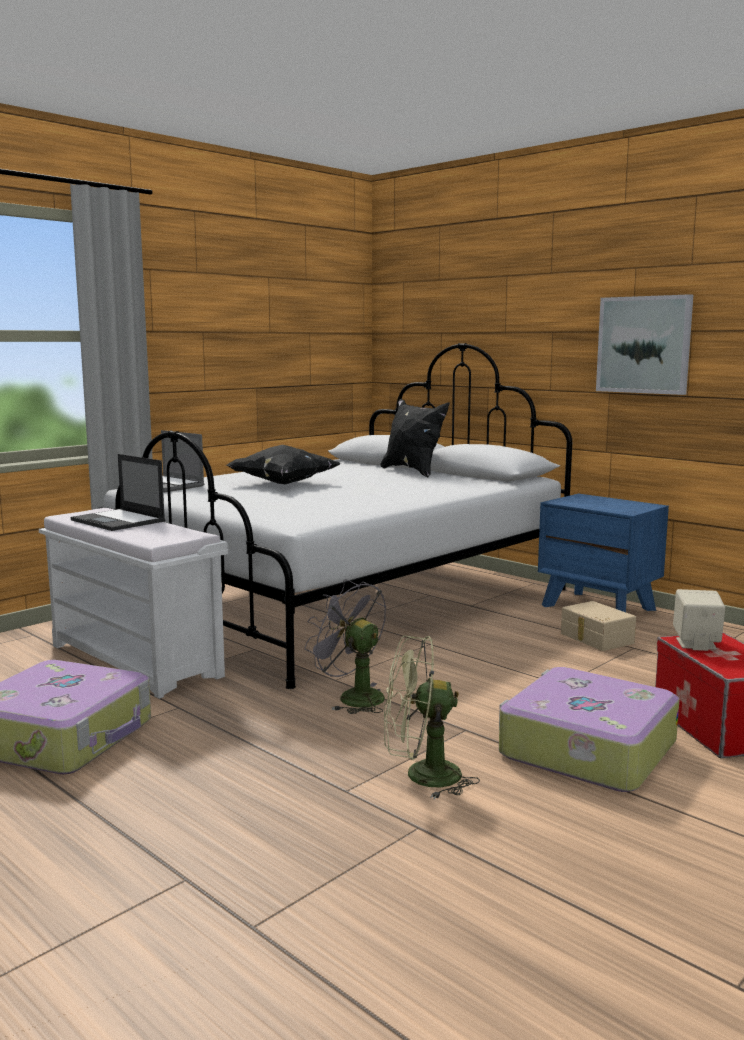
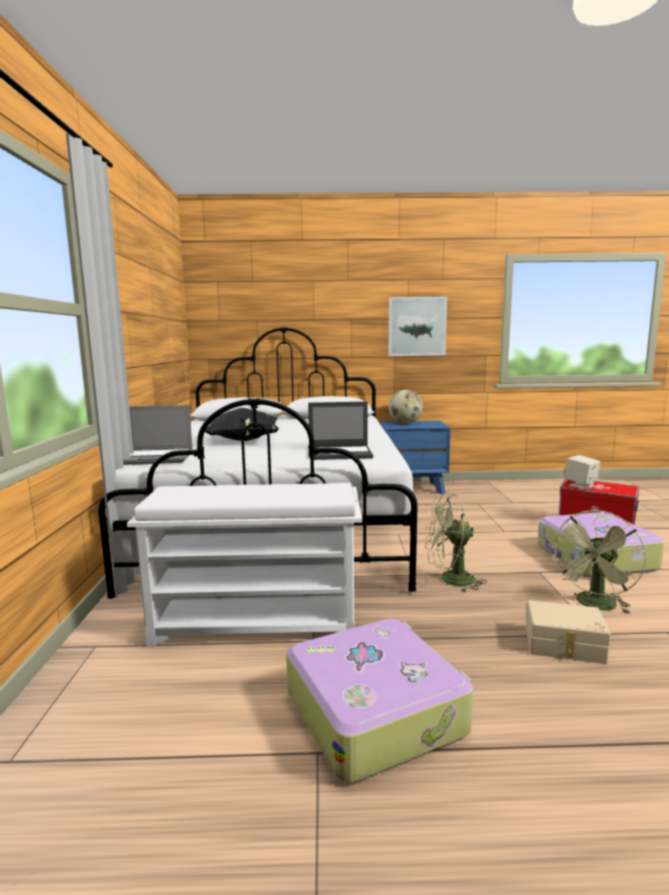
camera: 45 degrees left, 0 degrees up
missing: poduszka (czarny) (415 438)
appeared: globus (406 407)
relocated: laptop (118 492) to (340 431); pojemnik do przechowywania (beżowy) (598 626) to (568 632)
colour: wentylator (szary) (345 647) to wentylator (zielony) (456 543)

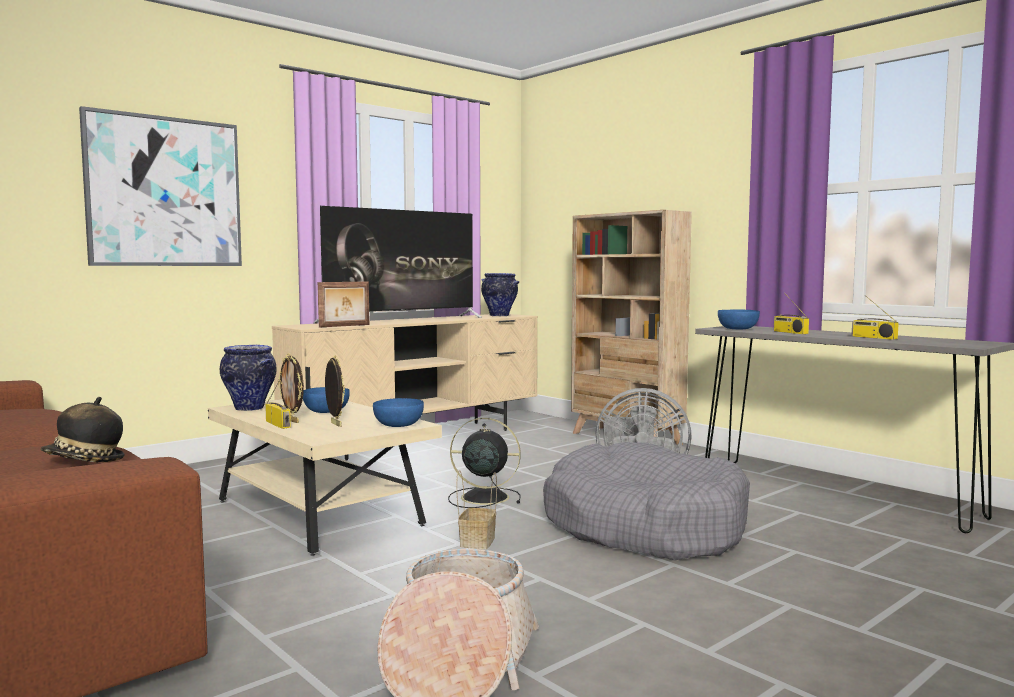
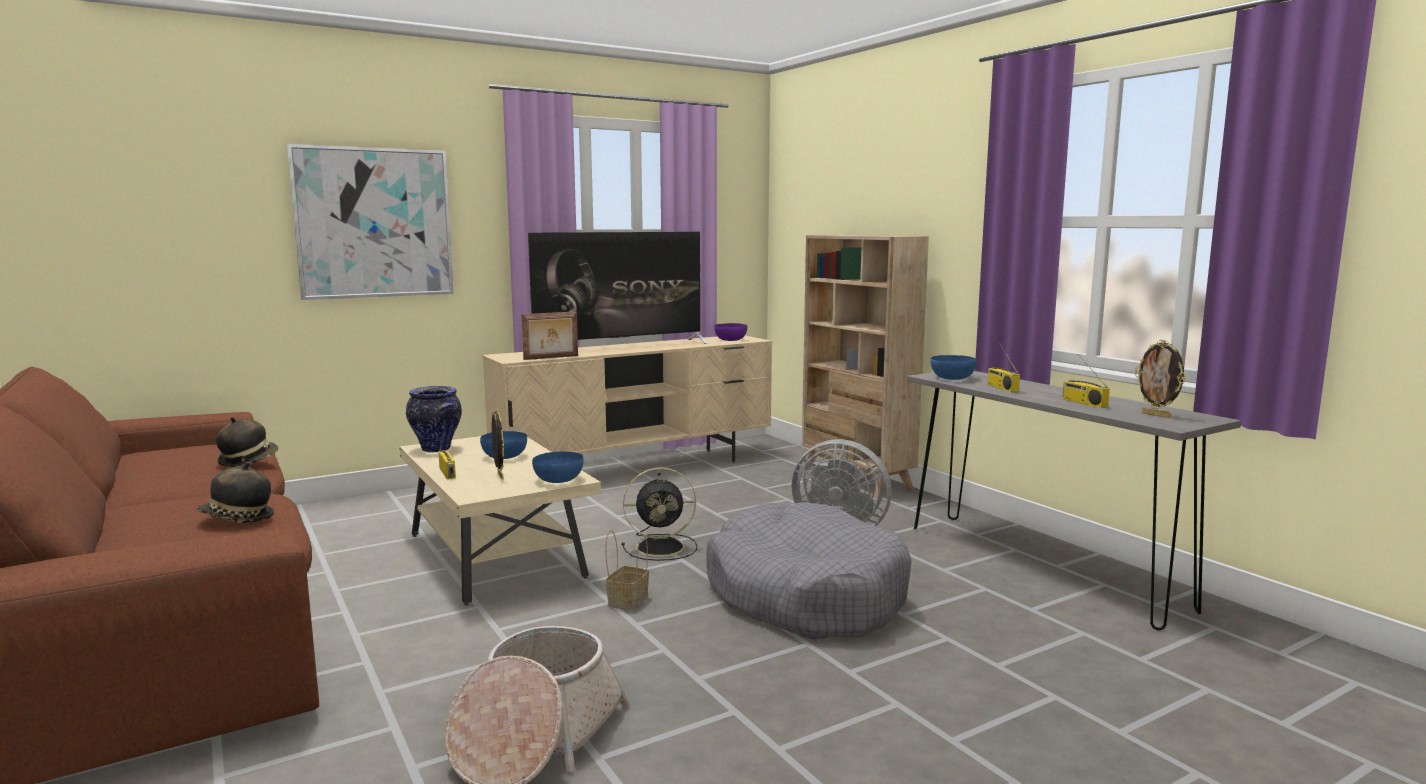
camera: 10 degrees right, 5 degrees up
appeared: kapelusz (247 442)
relocated: ramka na zdjęcie (291 388) to (1160 379)
exchanged: wazon (500 294) to miska (fioletowy) (731 332)
spun: wentylator (czarny) (484 462) = (659 514) 150 degrees clockwise

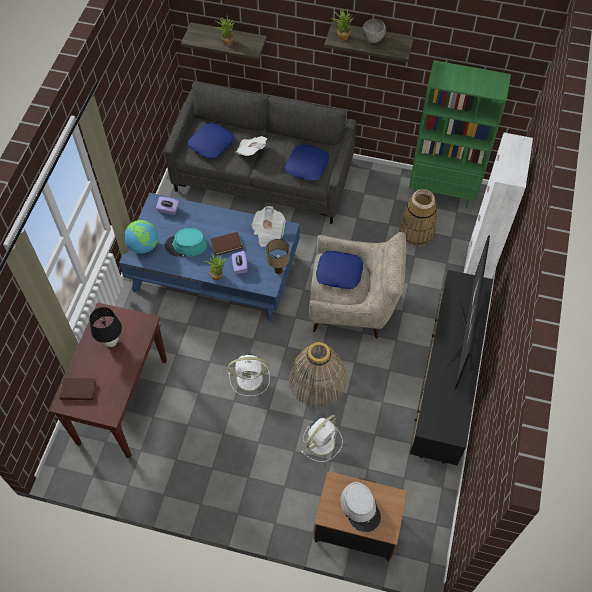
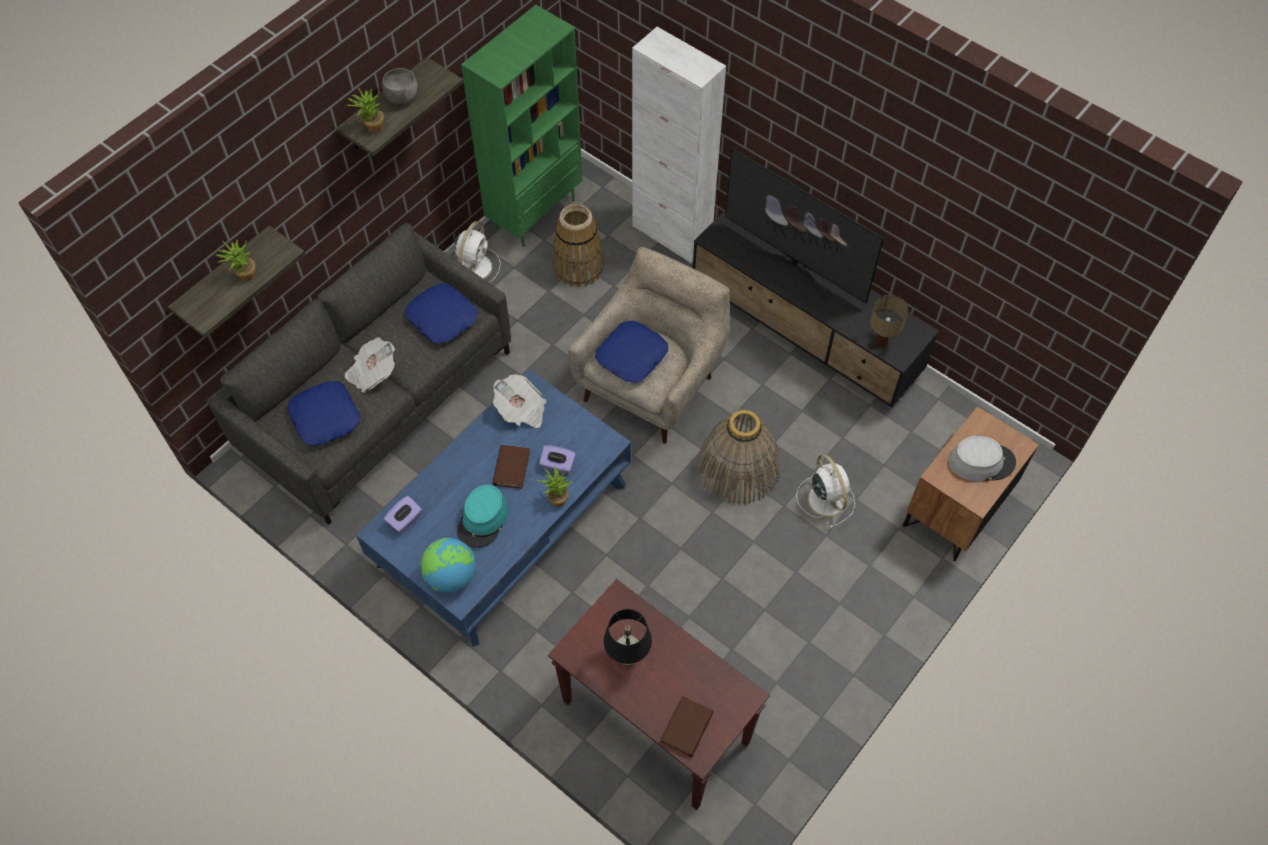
camera: 65 degrees left, 0 degrees up
relocated: lampa stołowa (278 256) to (889 321); wentylator (biały) (249 375) to (477 252)

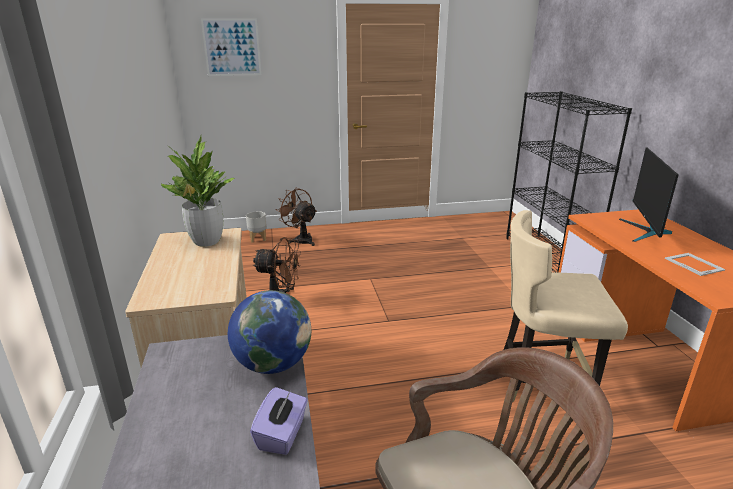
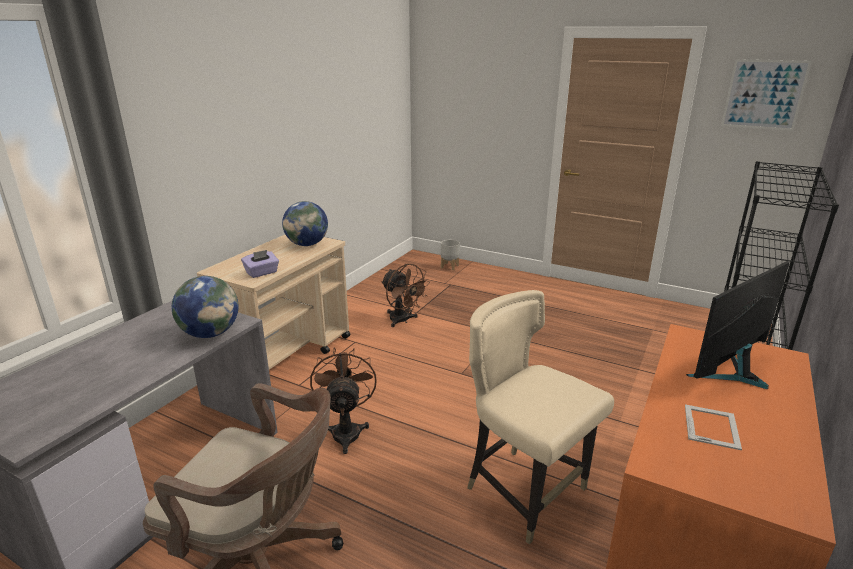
camera: 40 degrees right, 0 degrees up
relocated: obraz (231 47) to (766 95); wentylator (brązowy) (296 217) to (343 401); pudełko chusteczek (fioletowy) (279 421) to (260 264)
exchanged: roślina doniczkowa (198 191) to globus (305 223)

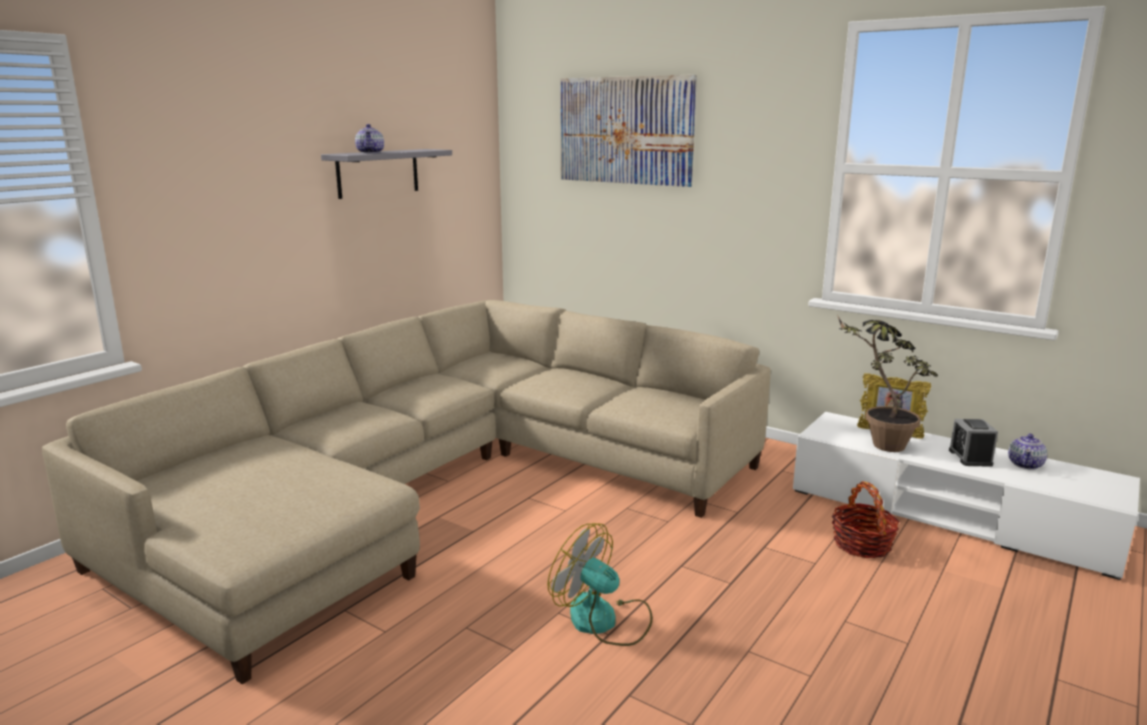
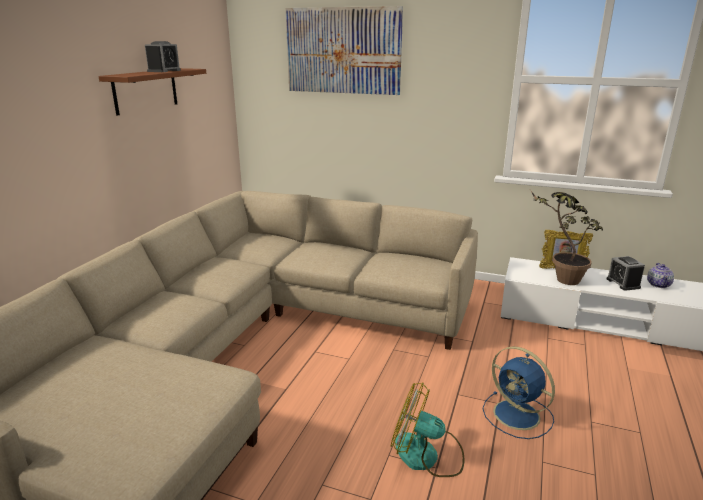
camera: 15 degrees left, 5 degrees up
missing: imbryk (369 138); koszyk (865 519)
appeared: budzik (163 56); wentylator (niebieski) (519 392)
colour: półka (szary) (386 174) to półka (brązowy) (152 92)

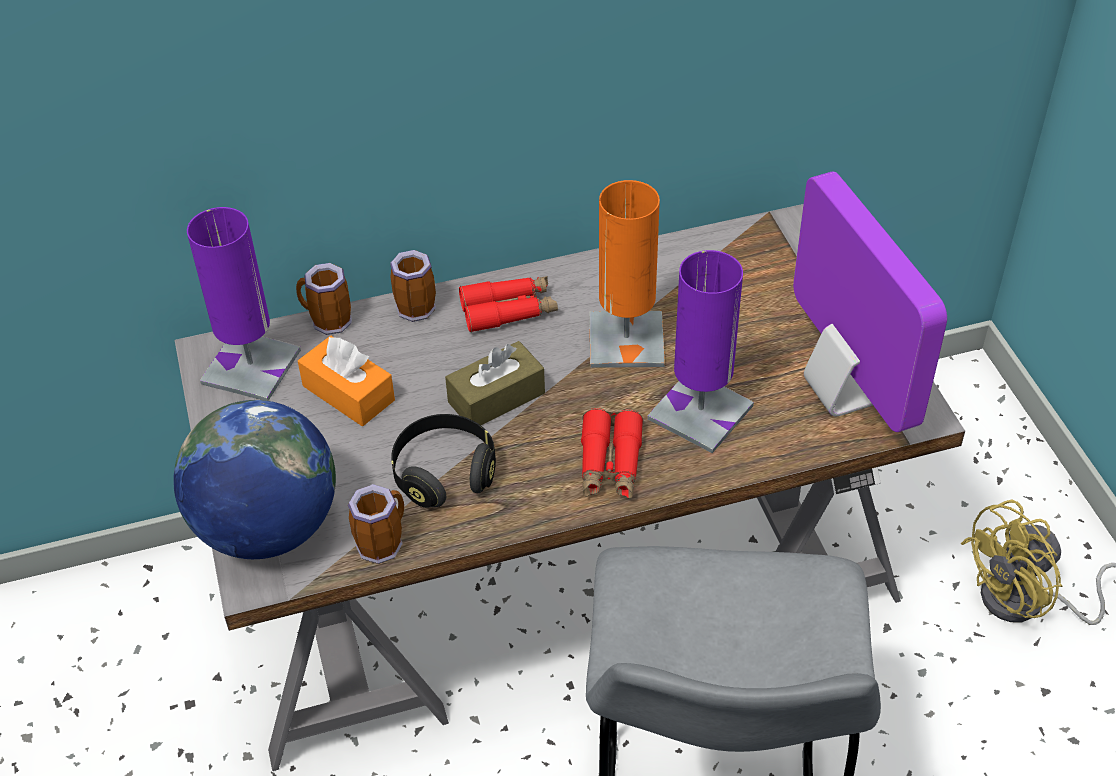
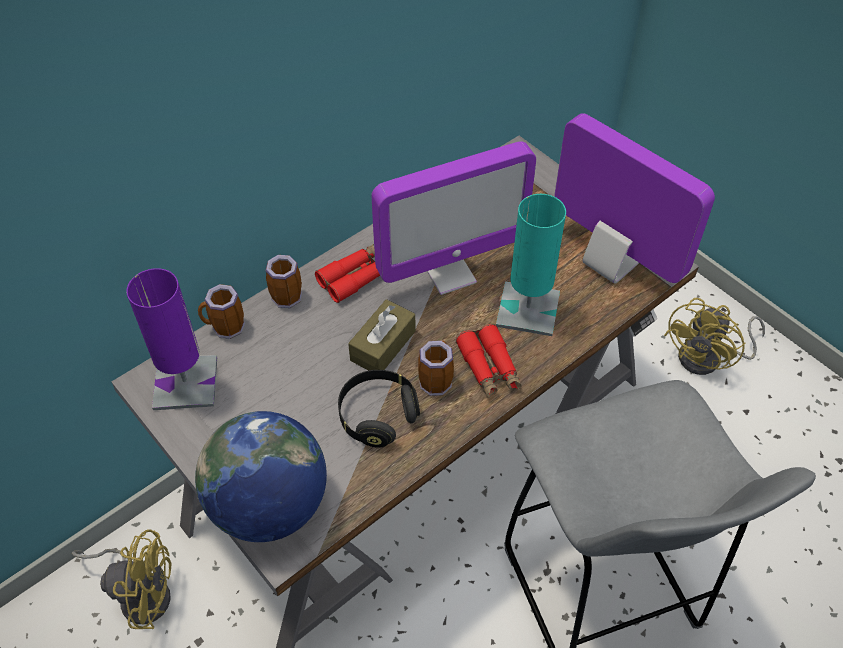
camera: 25 degrees left, 5 degrees up
missing: pudełko chusteczek (pomarańczowy) (346 381)
appeared: wentylator (żółty) (122 579)
relocated: kubek (376 524) to (436 368)
exchanged: lampa stołowa (pomarańczowy) (627 274) to monitor (454 218)
colour: lampa stołowa (fioletowy) (700 351) to lampa stołowa (turkusowy) (531 265)

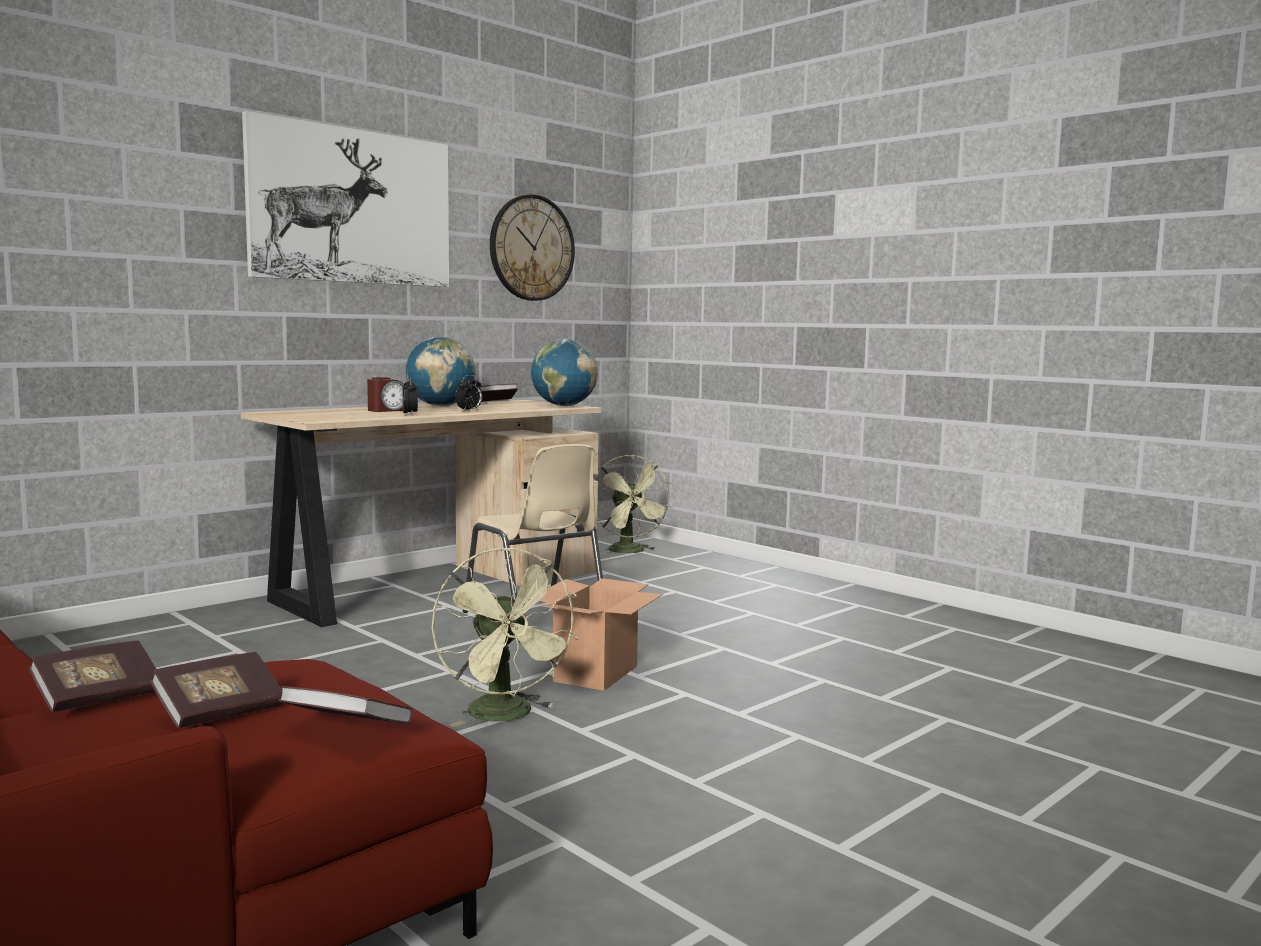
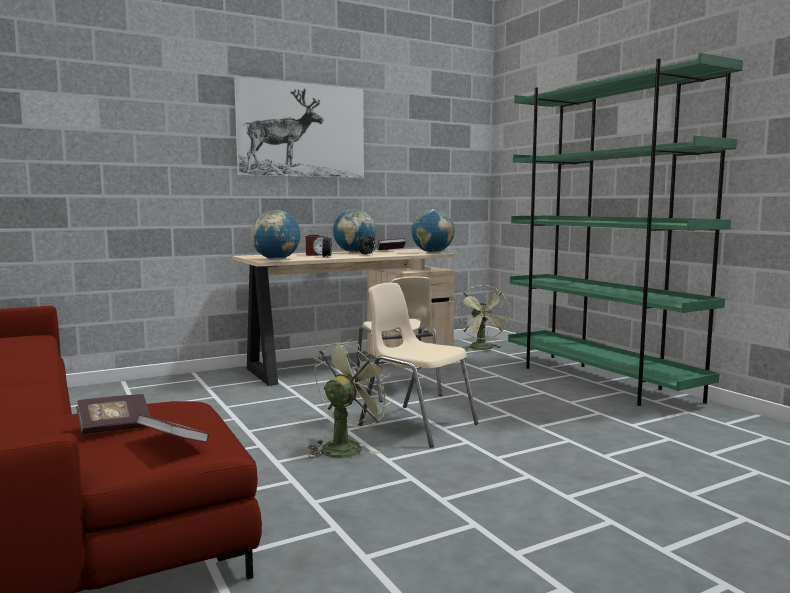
camera: 15 degrees right, 0 degrees up
missing: zegar ścienny (532 247); książka (92 676)
appeared: regał (zielony) (625 229); globus (276 235)
exchanged: karton (601 634) to krzesło (beżowy) (418 365)
spun: wentylator (zielony) (505 637) = (351 398) 135 degrees counterclockwise

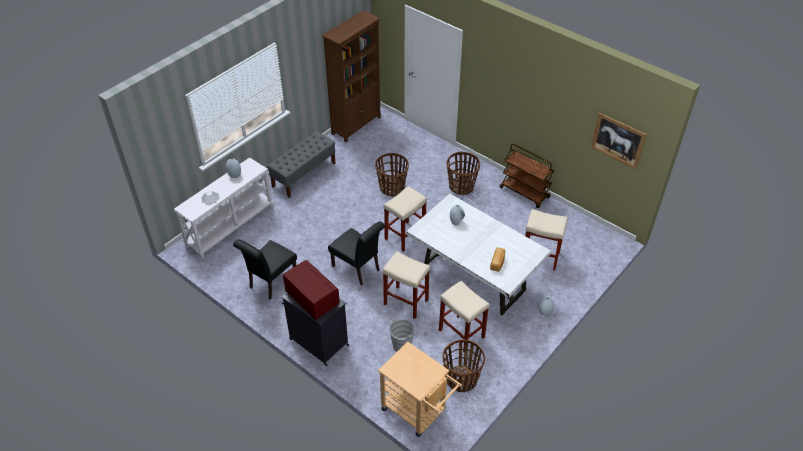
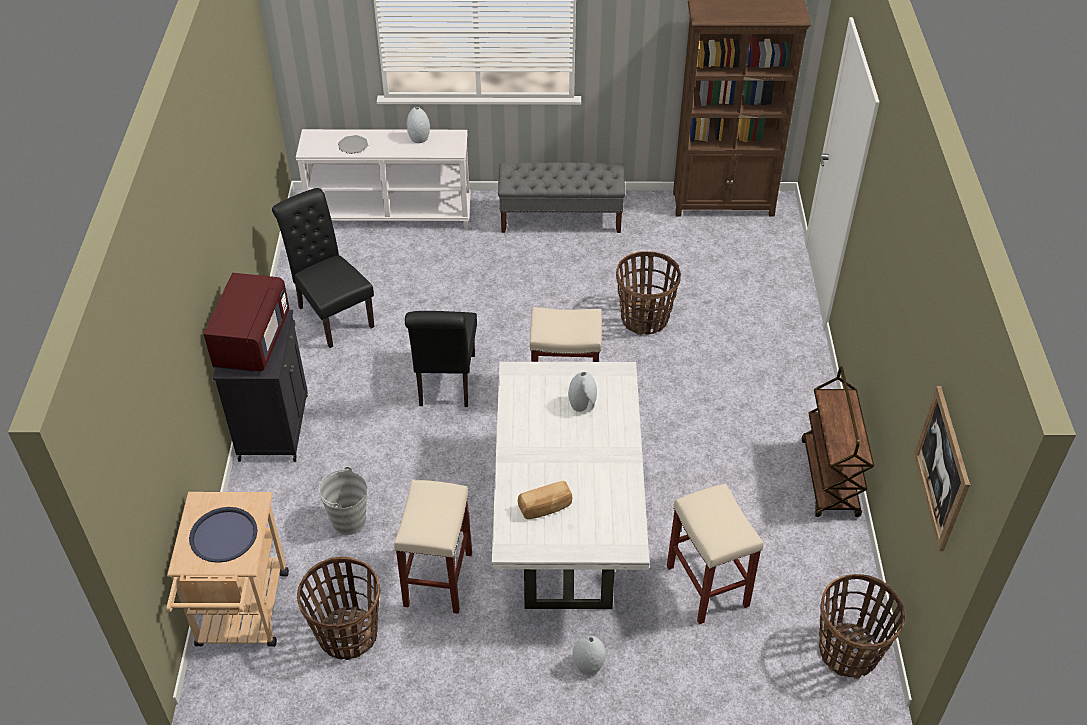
camera: 50 degrees right, 0 degrees up
missing: stołek (beżowy) (406 285)
appeared: taca (niebieski) (223 535)
relocated: koszyk (463 173) to (862 626)
spun: krzesło (czarny) (265 269) = (323 268) 60 degrees clockwise

